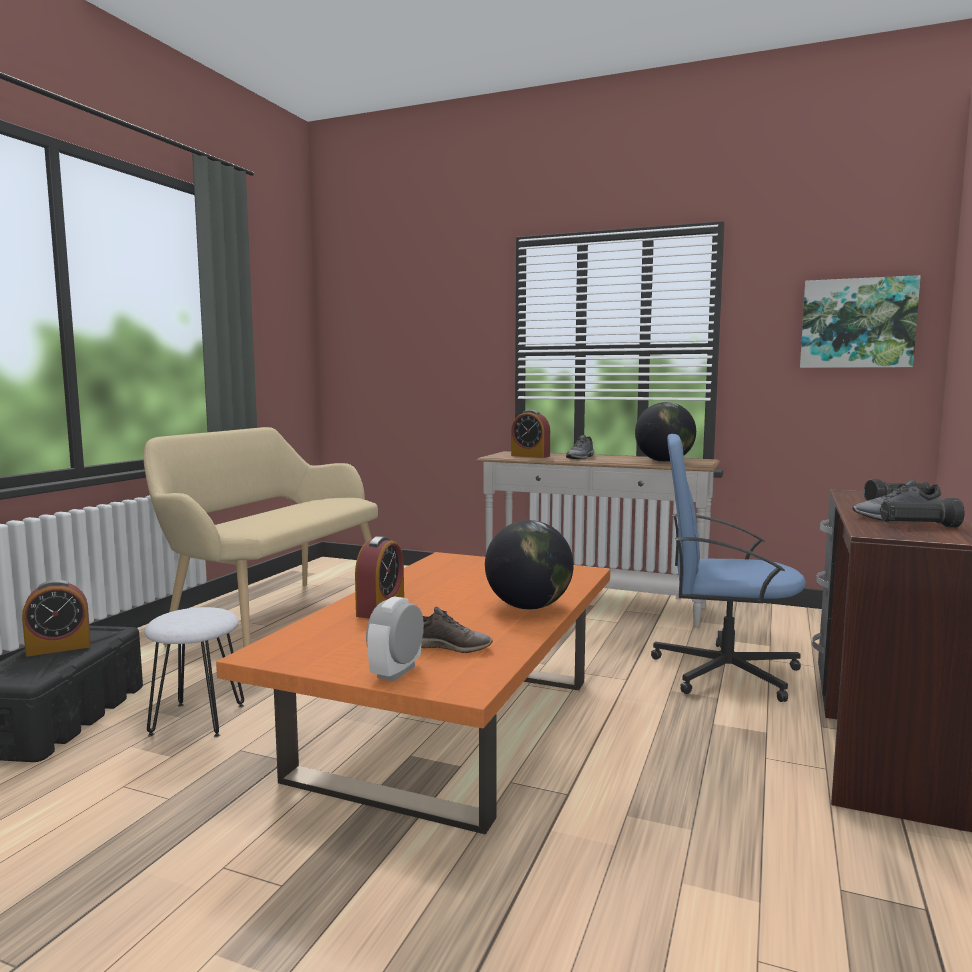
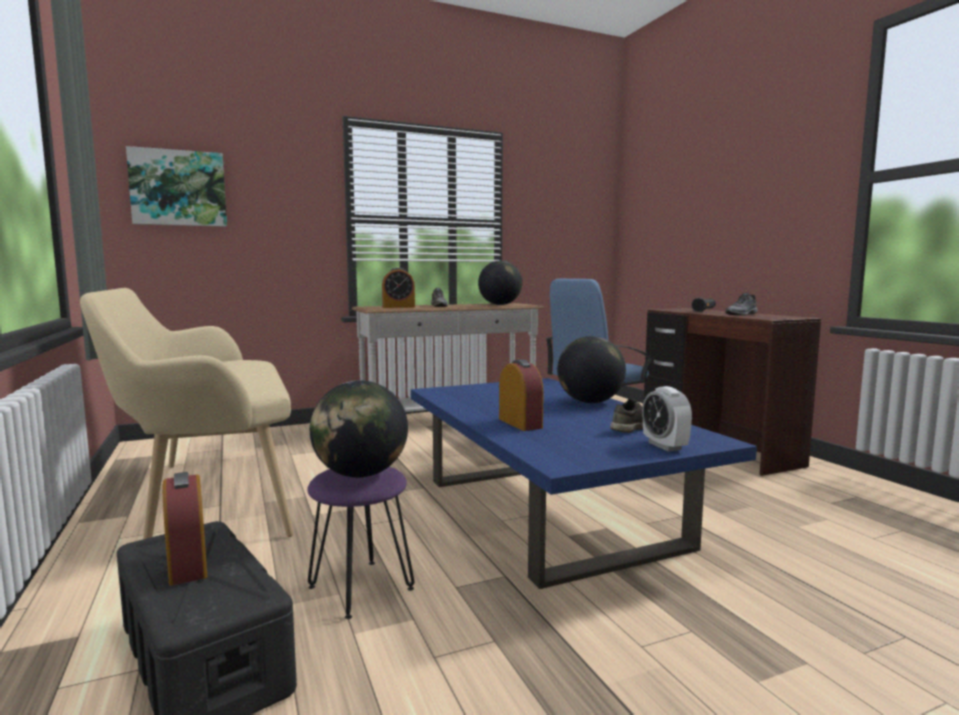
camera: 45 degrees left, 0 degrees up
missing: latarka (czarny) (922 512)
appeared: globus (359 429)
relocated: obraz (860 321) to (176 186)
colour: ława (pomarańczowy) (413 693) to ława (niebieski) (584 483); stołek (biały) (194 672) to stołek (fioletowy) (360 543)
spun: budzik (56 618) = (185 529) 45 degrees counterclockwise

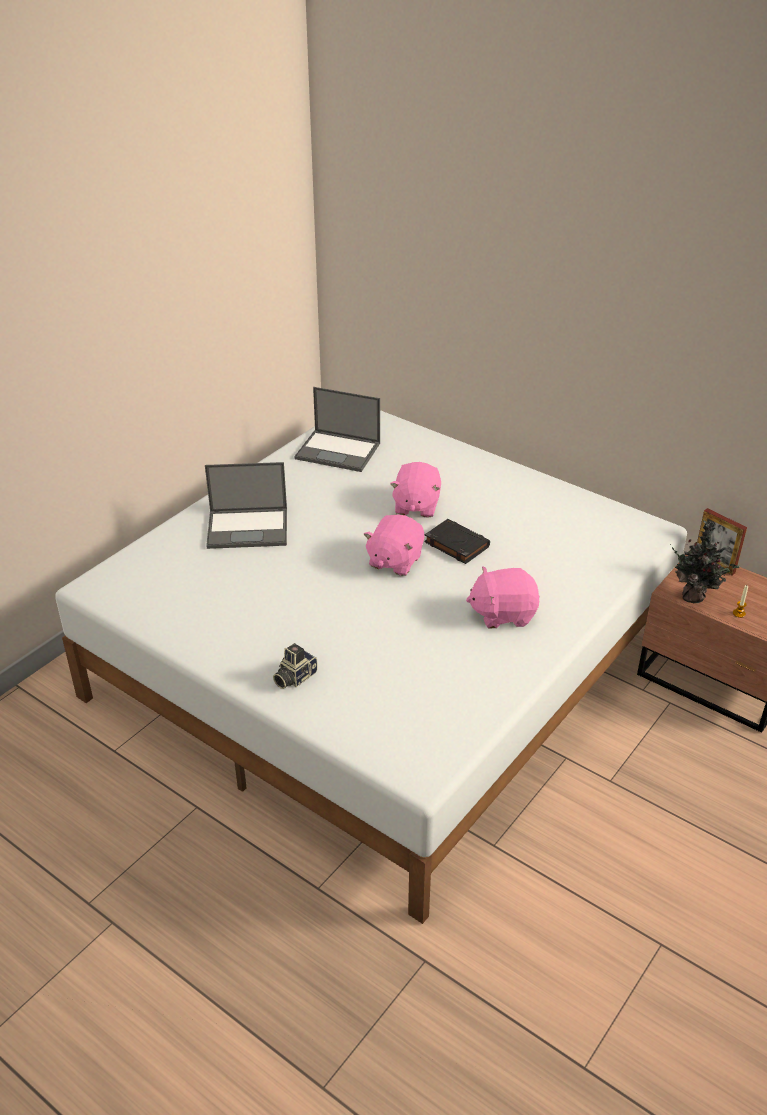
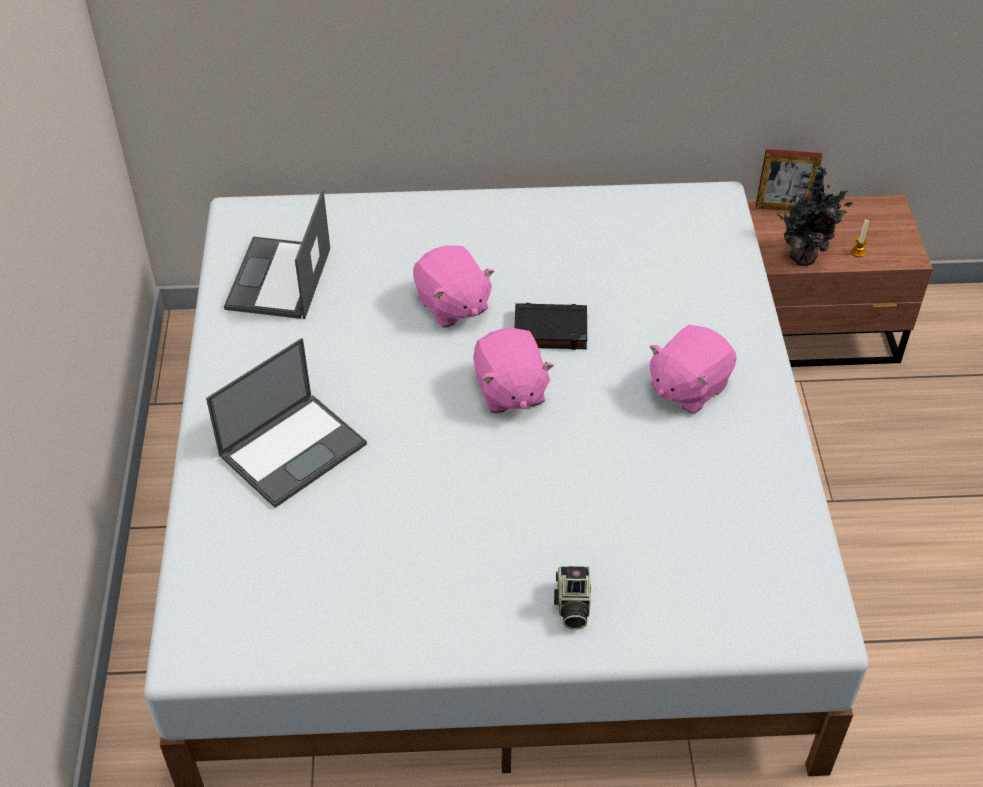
camera: 40 degrees left, 10 degrees up
spun: laptop (337 429) = (277 254) 120 degrees clockwise

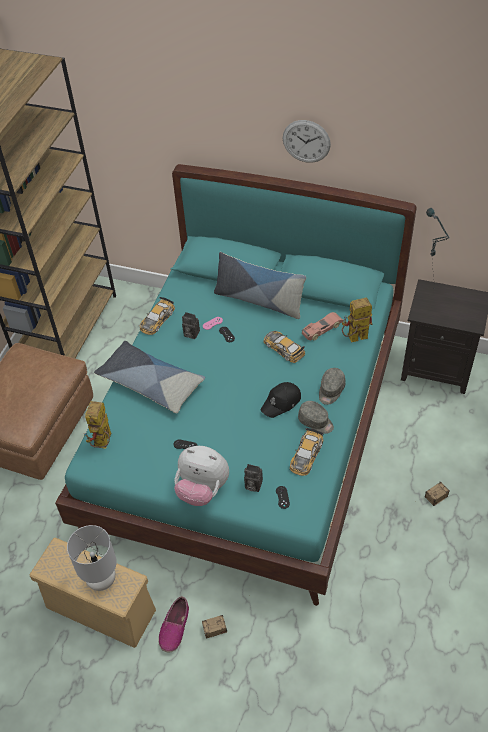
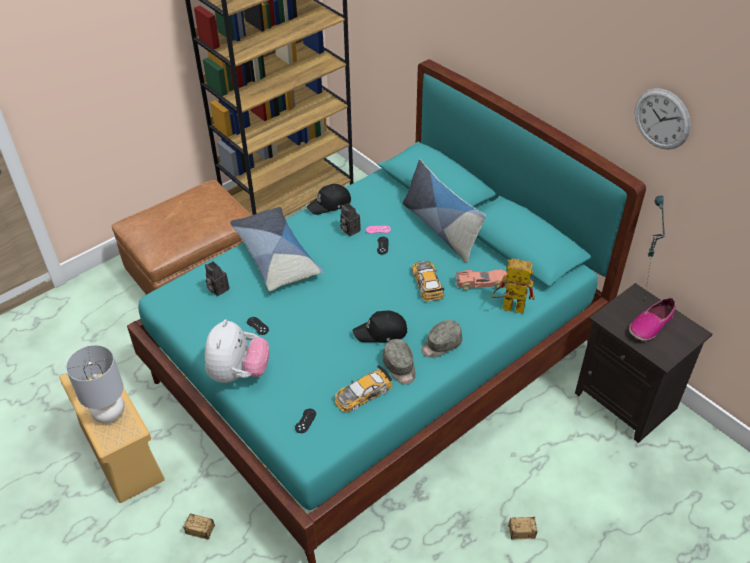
camera: 30 degrees right, 5 degrees down
missing: robot zabawkowy (97 425)
relocated: zegar ścienny (307 141) to (663 119); aparat fotograficzny (253 478) to (217 278); but (173 624) to (652 319)
exchanged: samochodzik (157 316) to czapka z daszkiem (czarny) (328 199)
spun: pluszak (201 476) = (237 351) 135 degrees counterclockwise

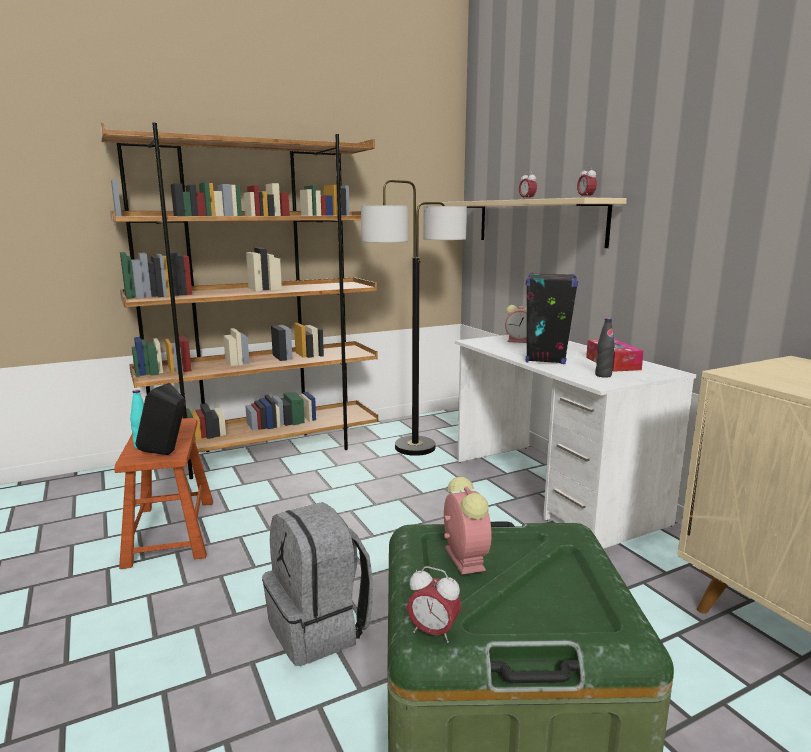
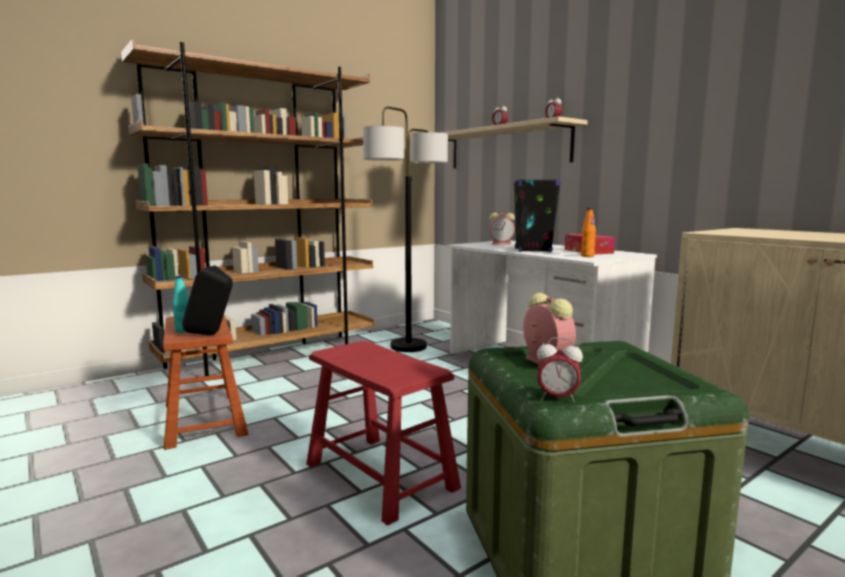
camera: 10 degrees left, 5 degrees down
exchanged: plecak (szary) (317 584) to stołek (czerwony) (383 433)
colour: butelka (czarny) (605 348) to butelka (pomarańczowy) (588 232)

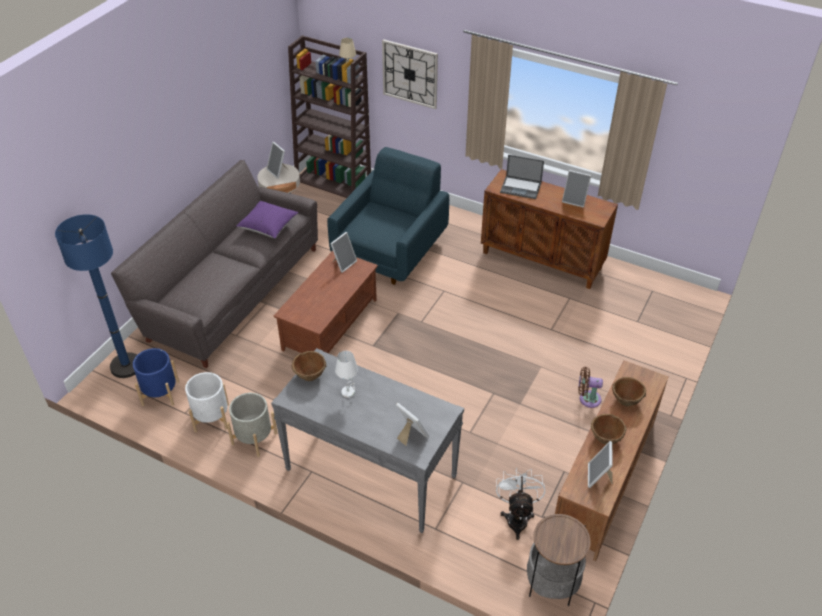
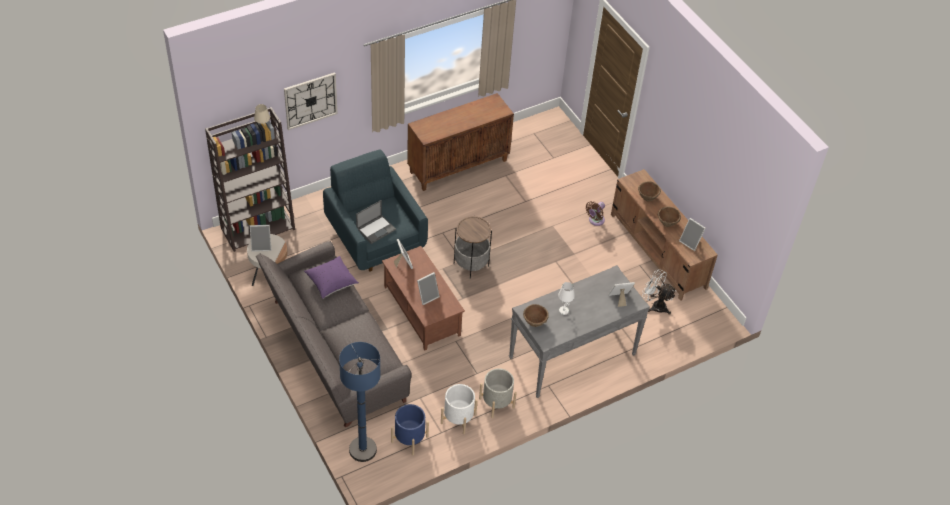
camera: 60 degrees left, 5 degrees up
relocated: laptop (522 177) to (376 222); ramka na zdjęcie (576 189) to (428 288); stolik (559 560) to (472 247)

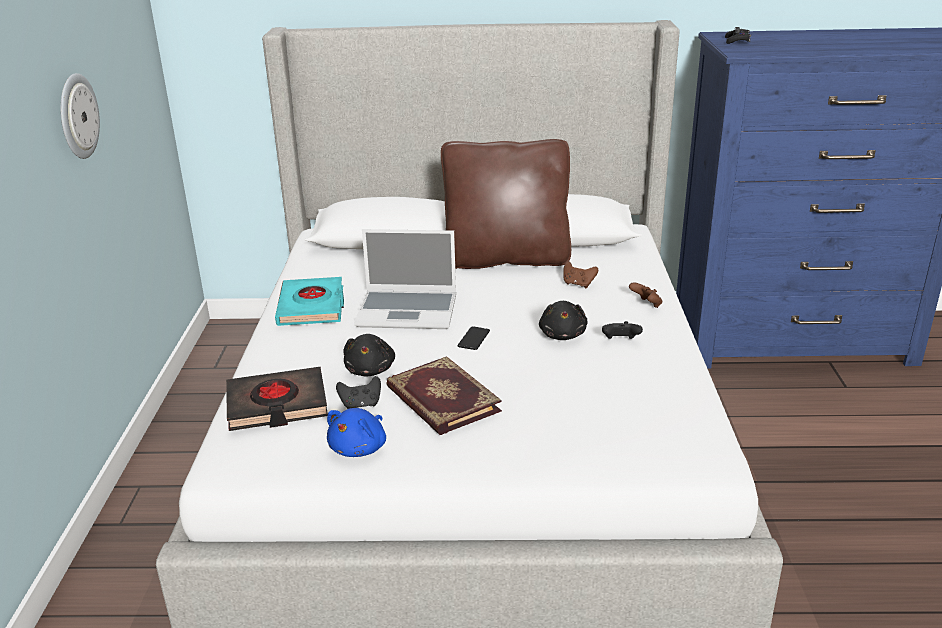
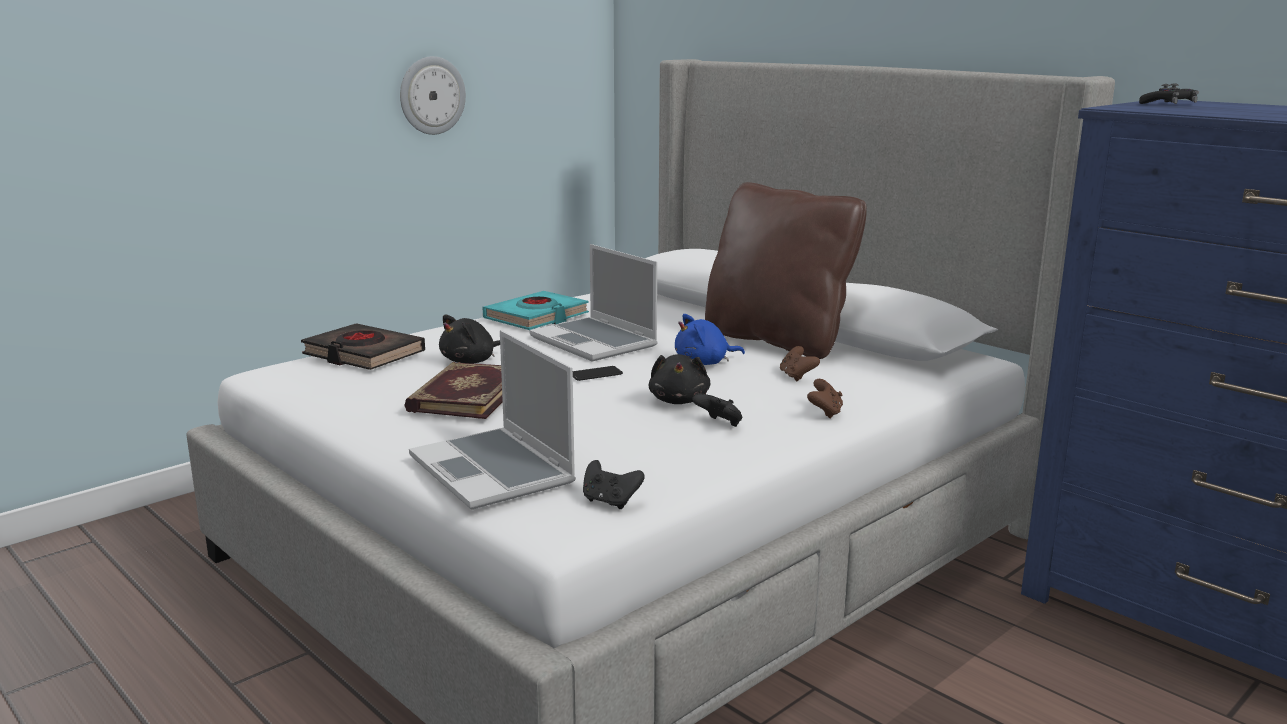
camera: 45 degrees right, 10 degrees down
appeared: laptop (492 420)
relocated: pad do gier (czarny) (358 392) to (614 484); pluszak (niebieski) (356 432) to (710 339)
spun: pluszak (czarny) (563 320) = (679 379) 45 degrees counterclockwise

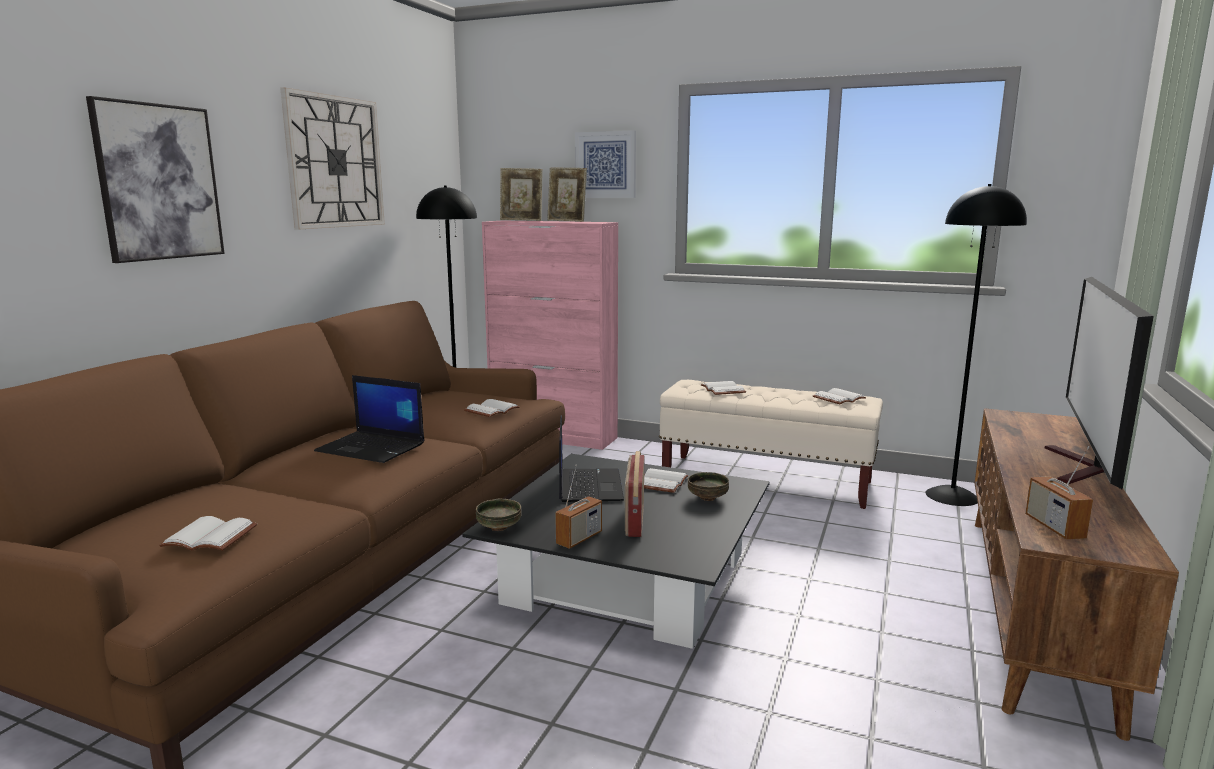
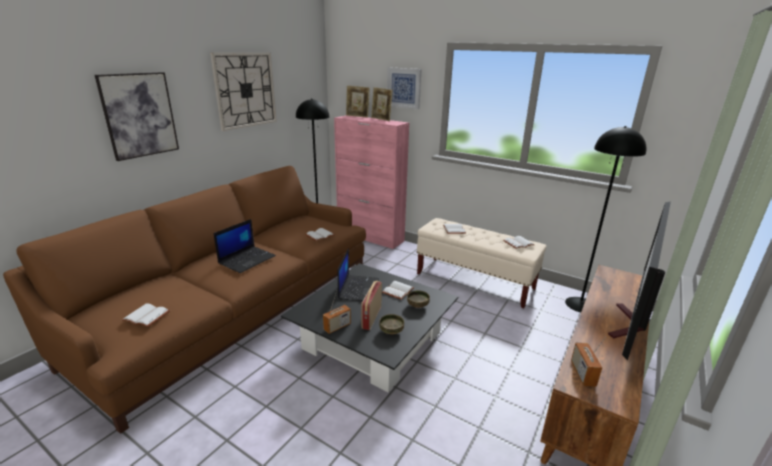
camera: 10 degrees right, 10 degrees up
relocated: miska (498 514) to (391 324)
spun: laptop (369 419) = (245 246) 90 degrees counterclockwise

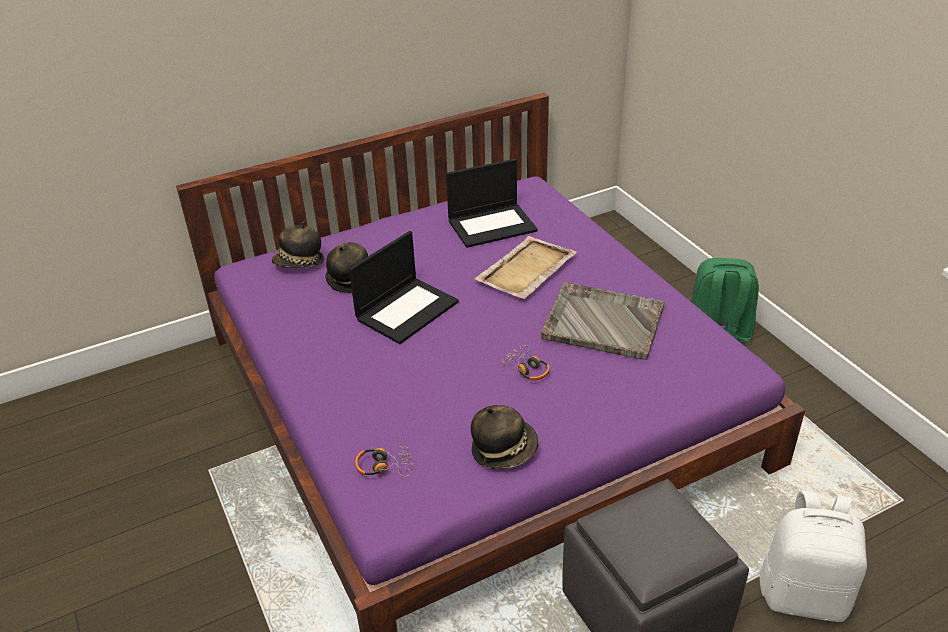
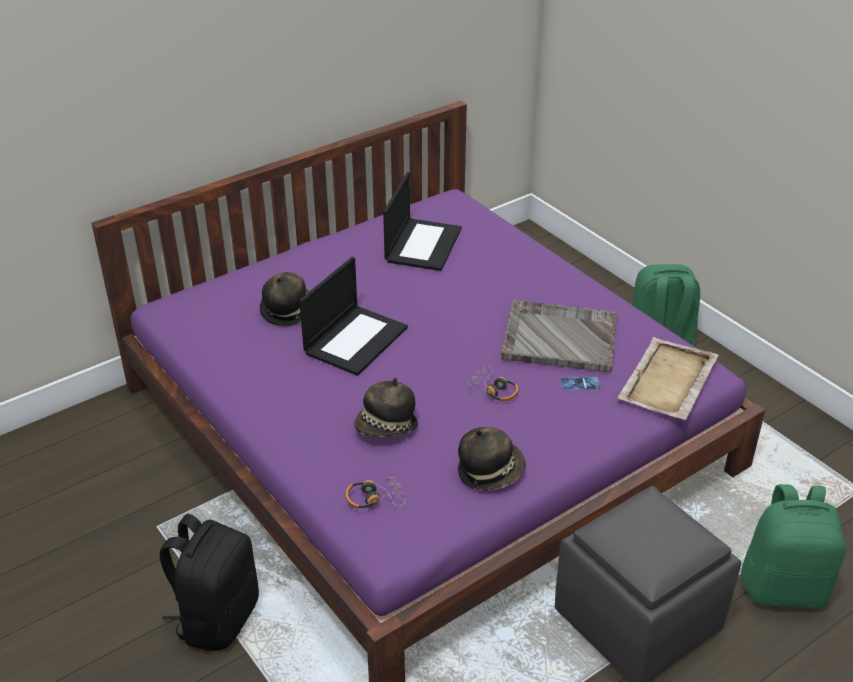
camera: 10 degrees left, 0 degrees up
appeared: telefon (580 383); plecak (czarny) (209 582)
relocated: kapelusz (298 245) to (386 407); taca (beżowy) (526 267) to (667 378)
colour: plecak (biały) (813 556) to plecak (zielony) (793 546)
spun: laptop (492 203) = (422 221) 45 degrees counterclockwise

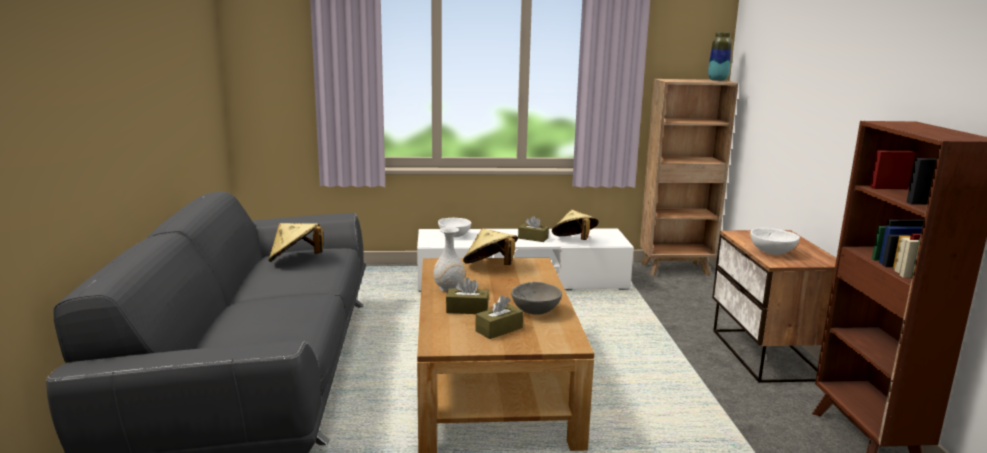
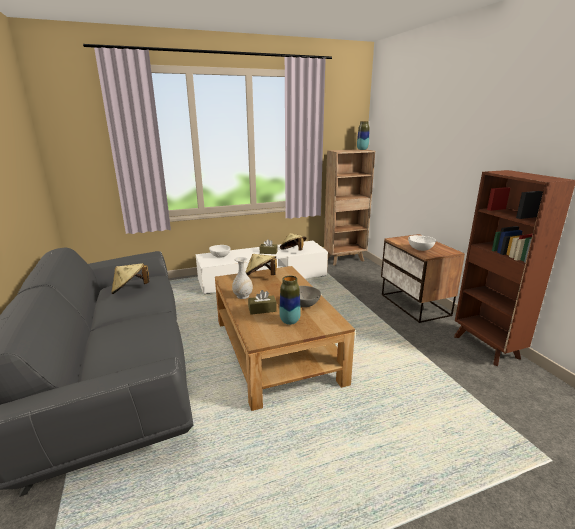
camera: 15 degrees left, 5 degrees up
exchanged: pudełko chusteczek (brązowy) (499 317) to wazon (290 300)

